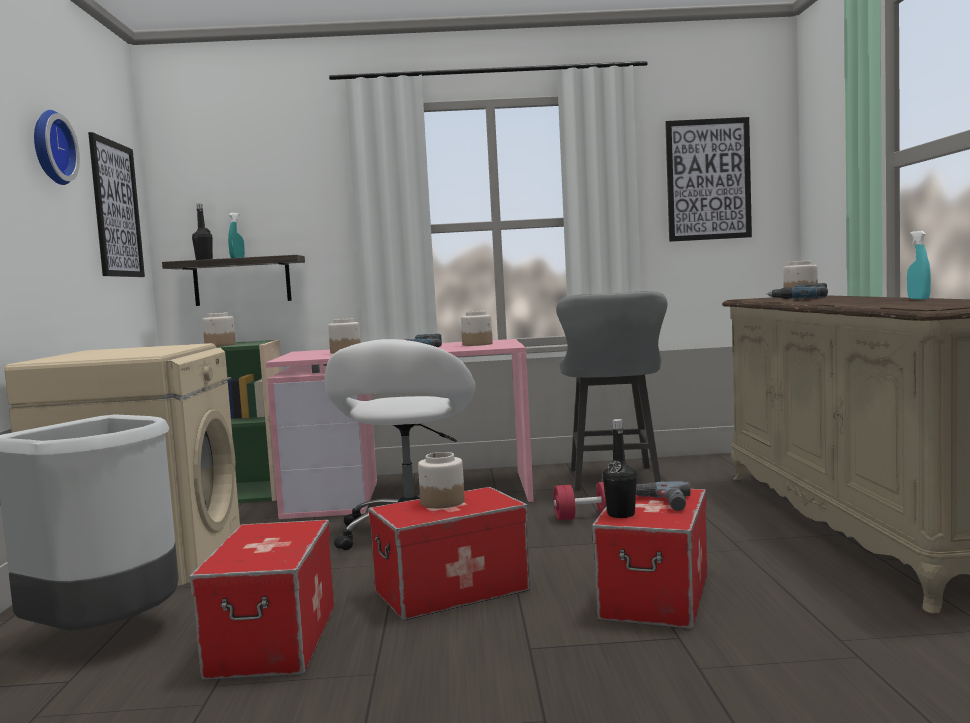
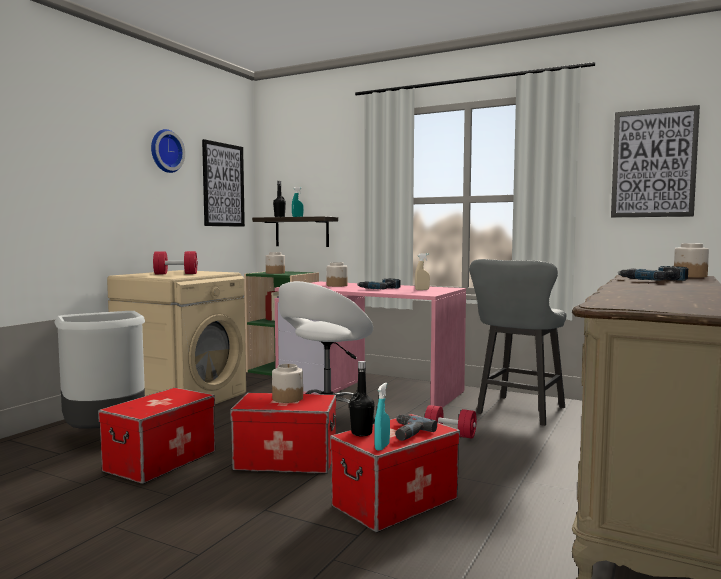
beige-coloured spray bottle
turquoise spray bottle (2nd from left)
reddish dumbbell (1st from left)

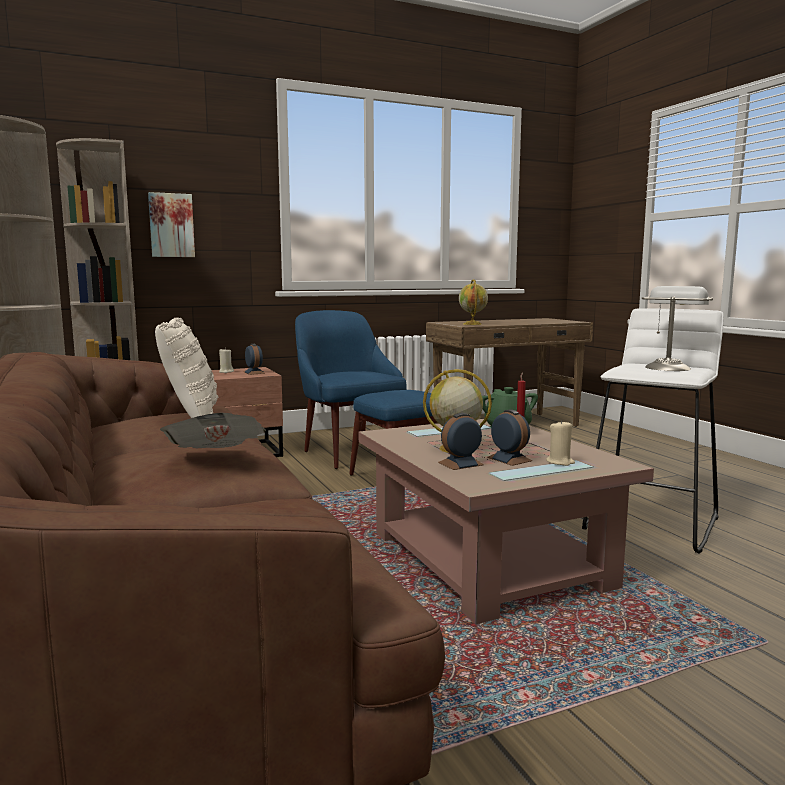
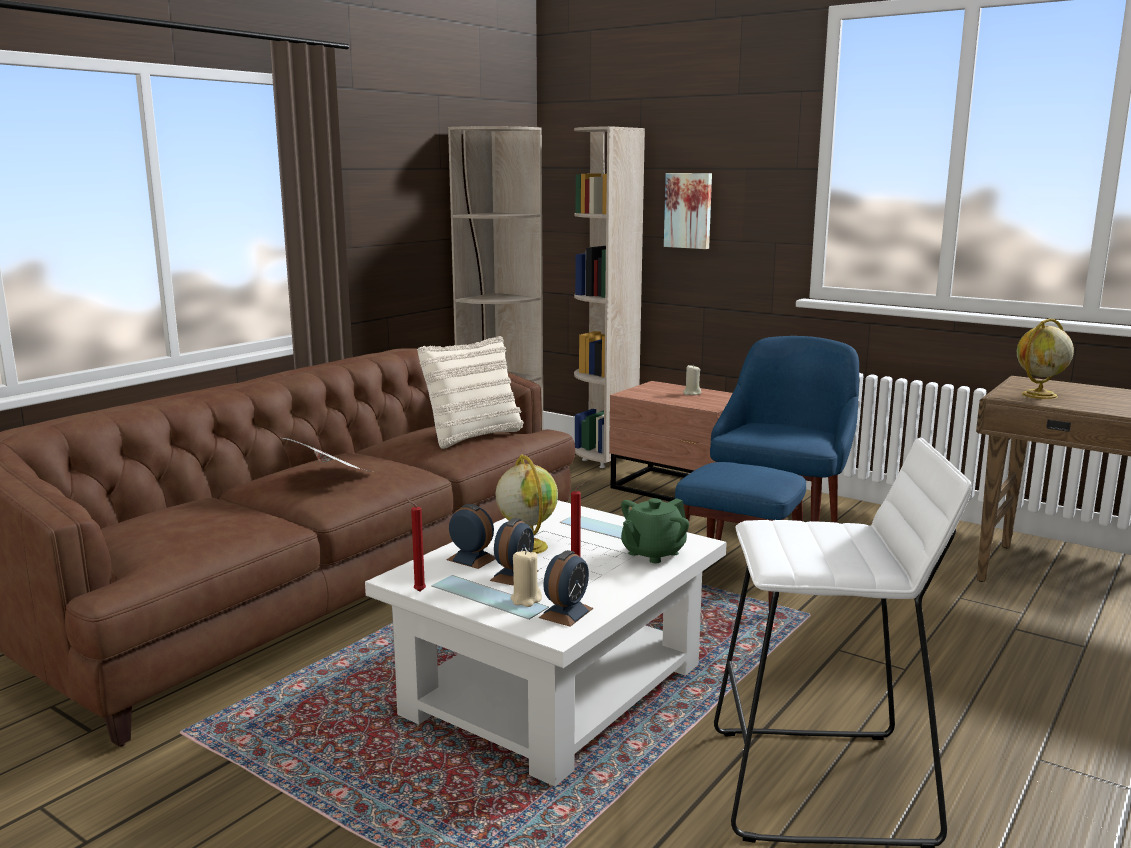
alarm clock (3rd from left)
white low table
white table lamp
reddish wax candle (1st from left)

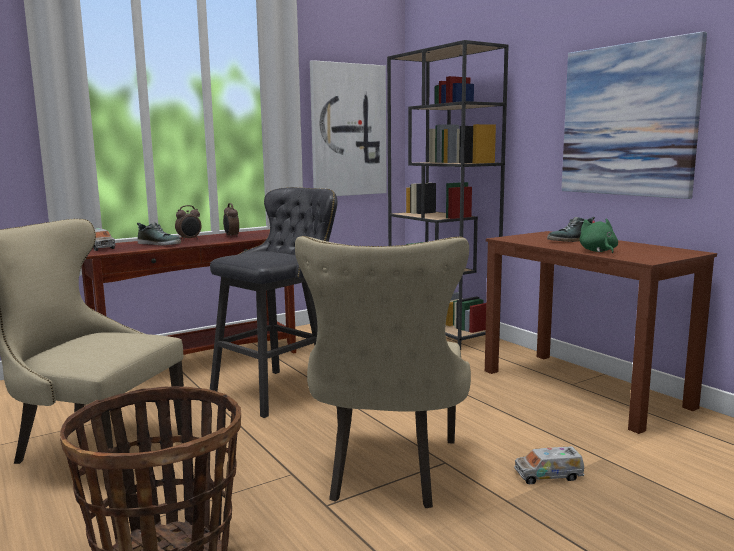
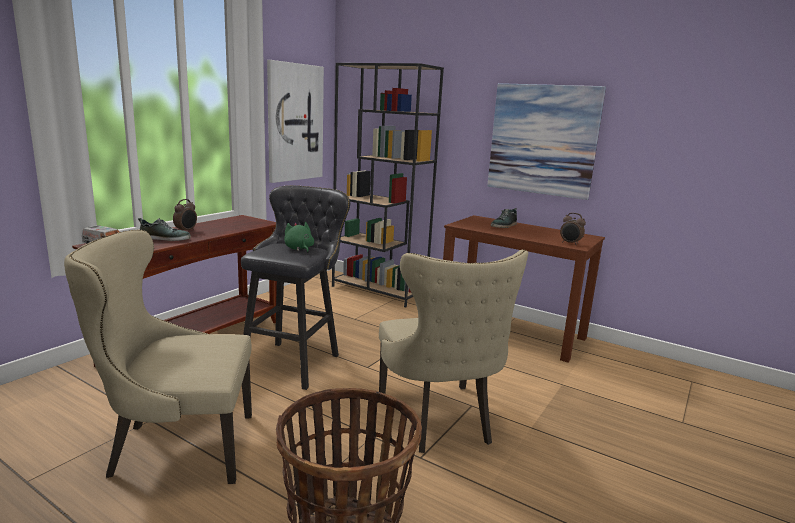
alarm clock (2nd from left)
toy truck (2nd from left in the first image)
greenish plush toy

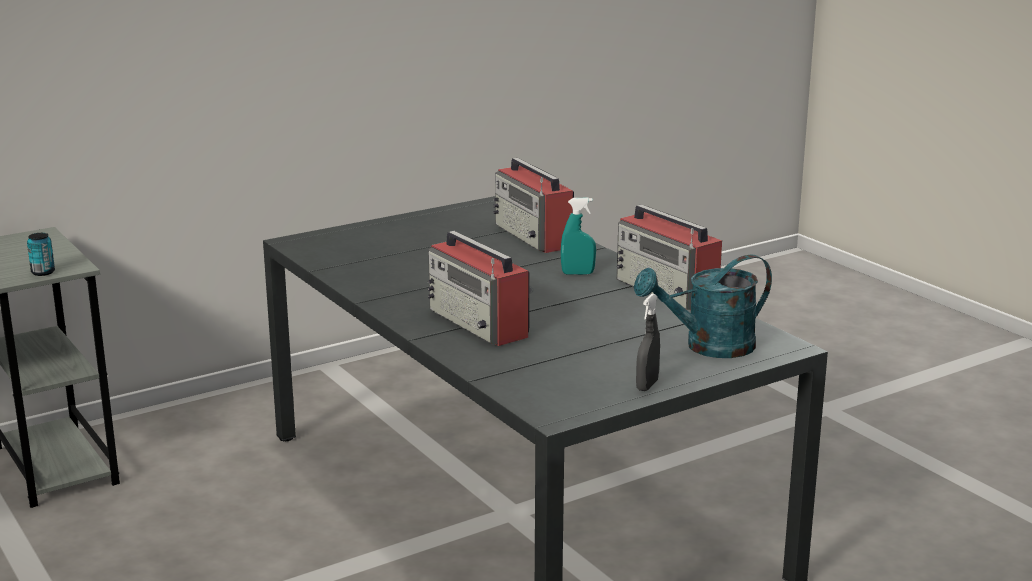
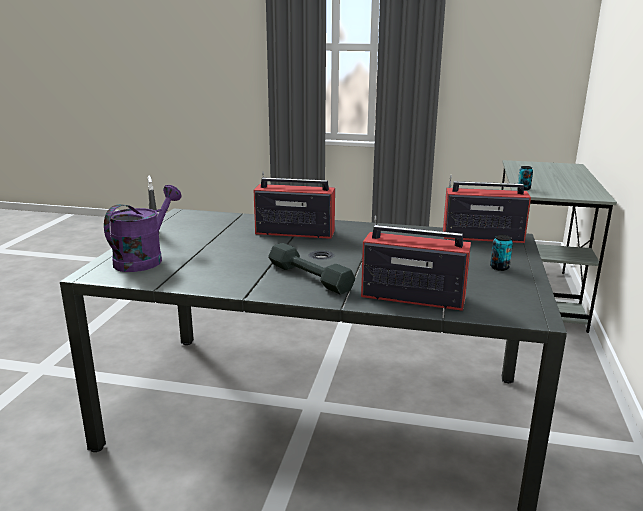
greyish dumbbell
radio (3rd from left)
purple-coloured sprinkling can
metal can (1st from left)

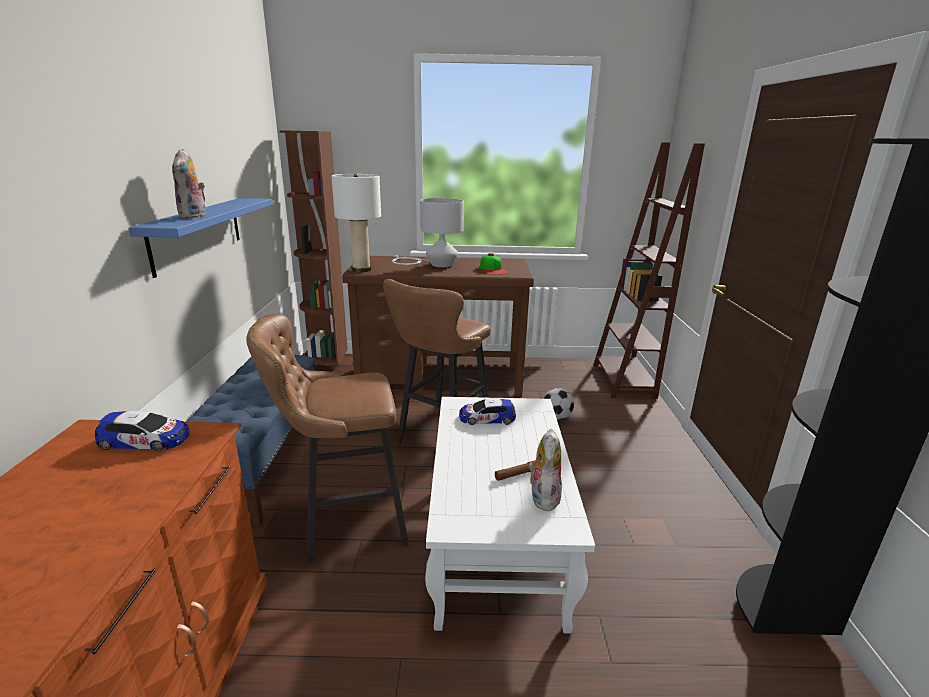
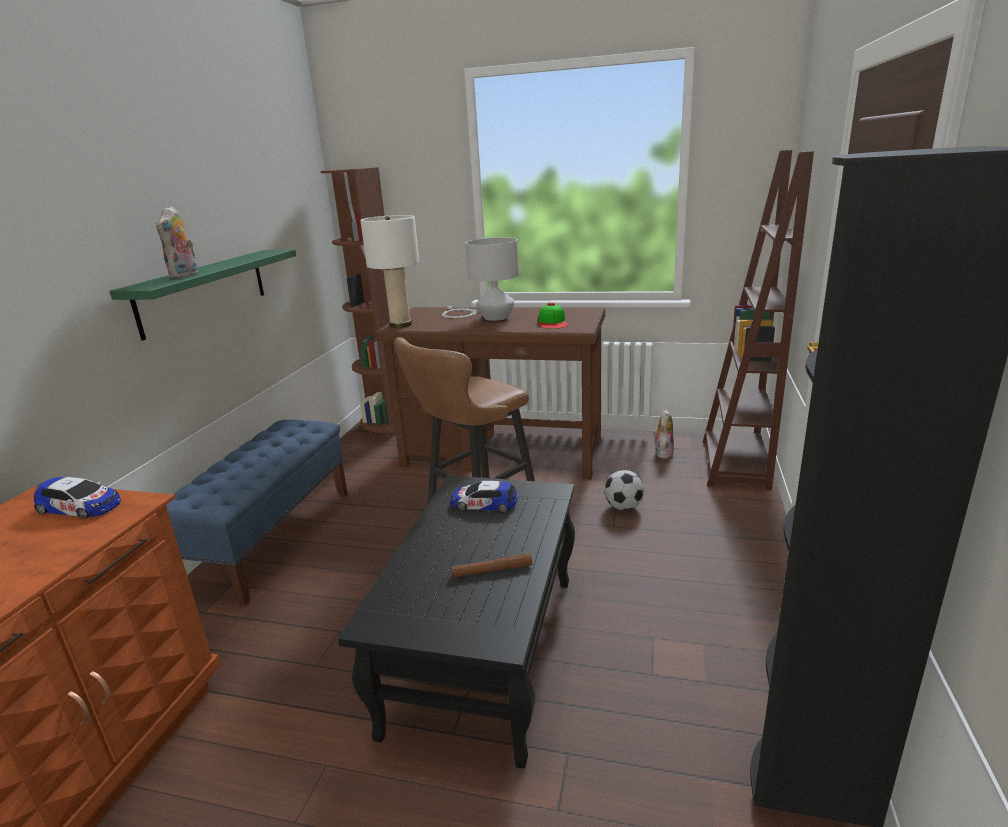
greenish shelf
brown-coloured sitting stool (1st from left in the first image)
black-coloured low table
plush toy (2nd from left)

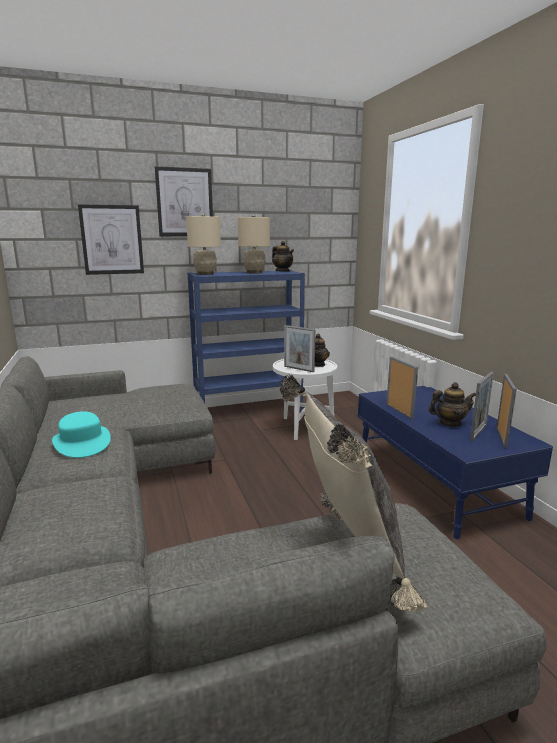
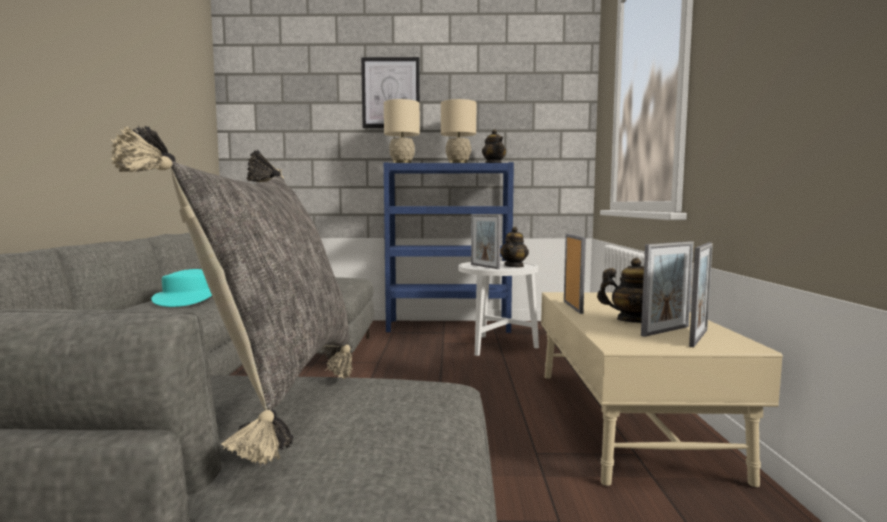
wall art (1st from left in the first image)
beige-coloured low table

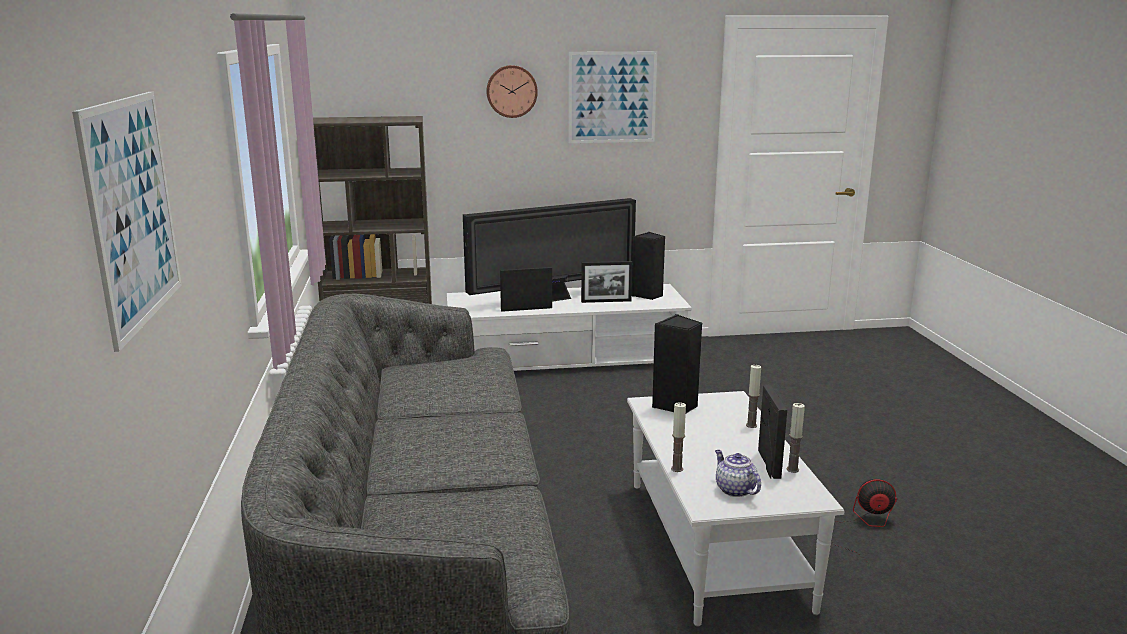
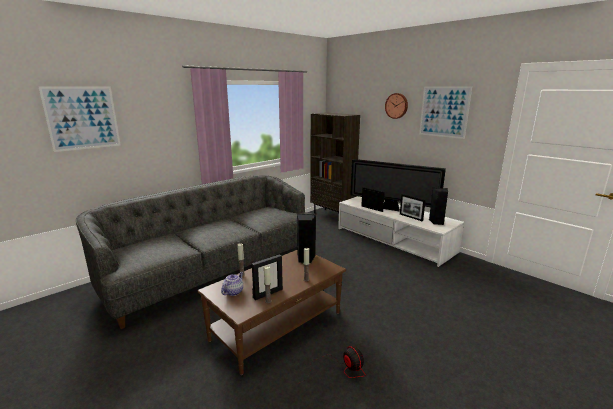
brown-coloured low table

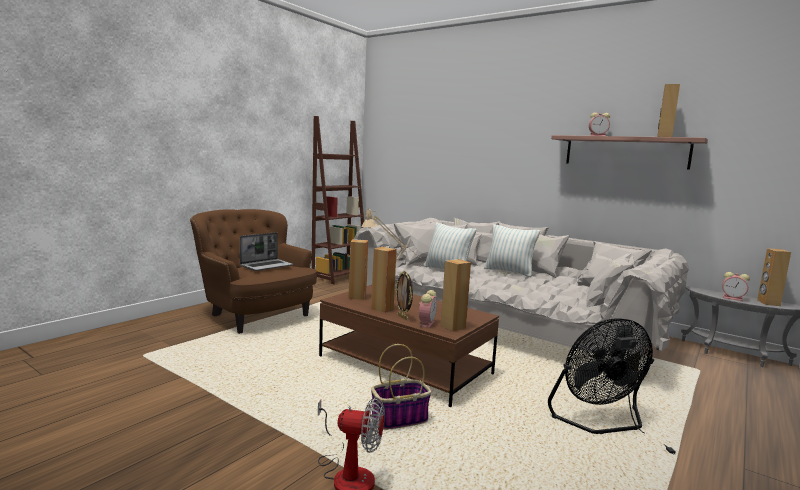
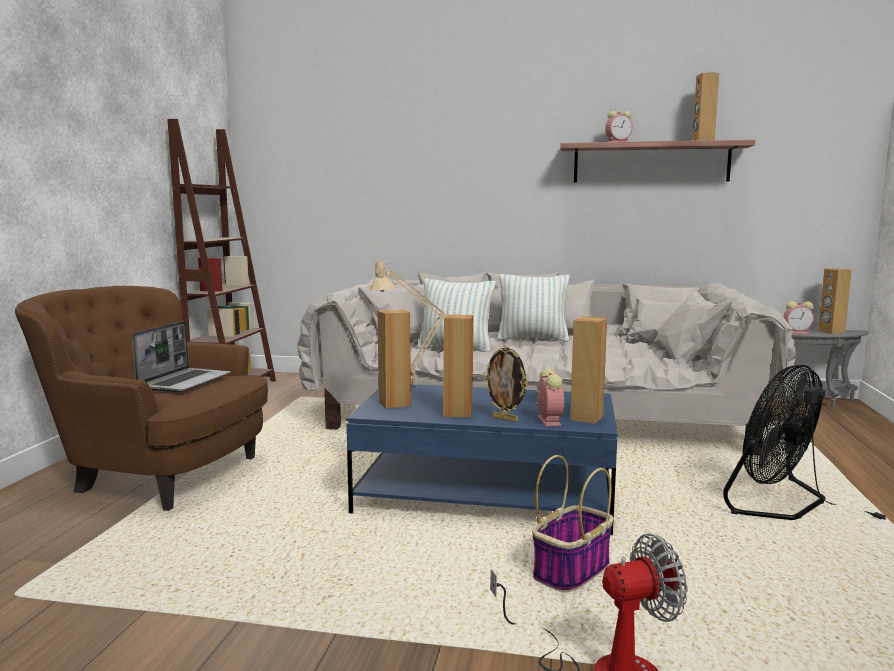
bluish low table

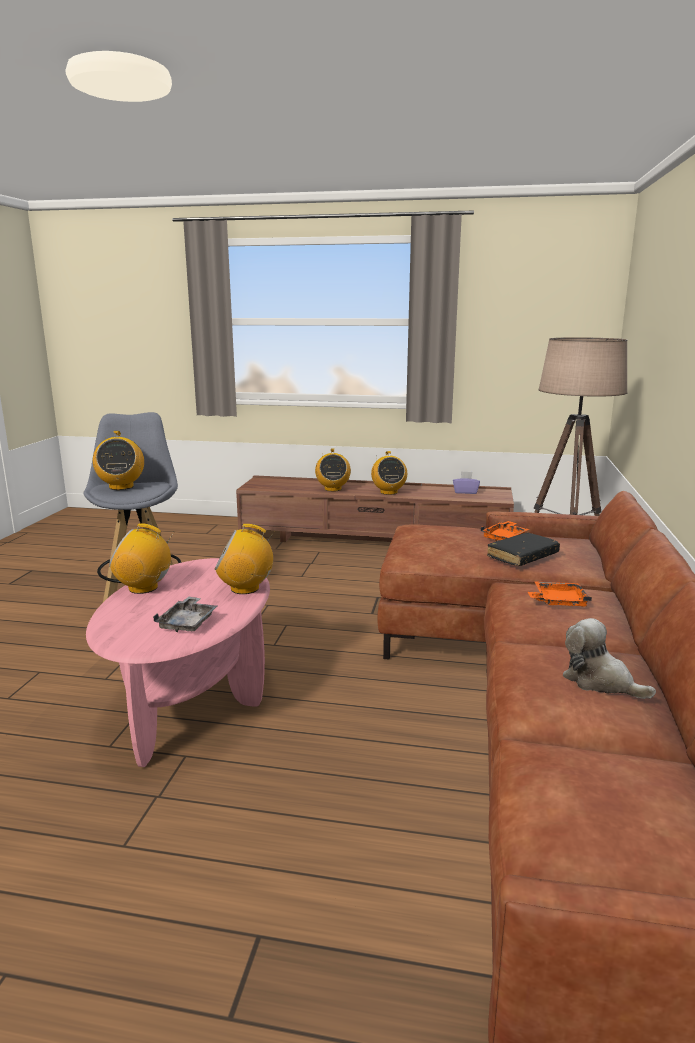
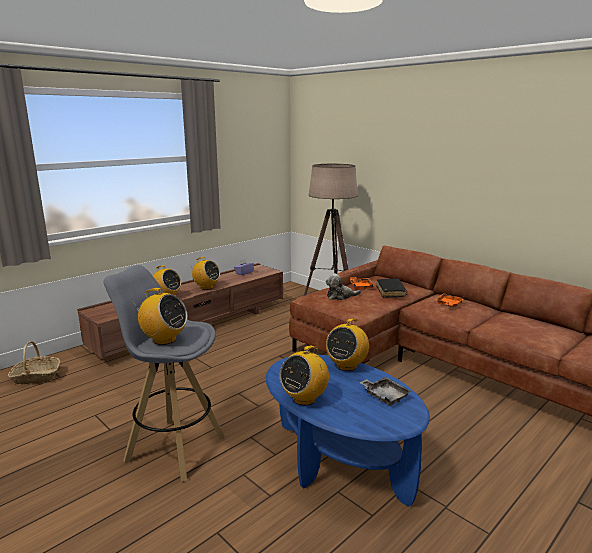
bluish low table
plush toy
storage basket

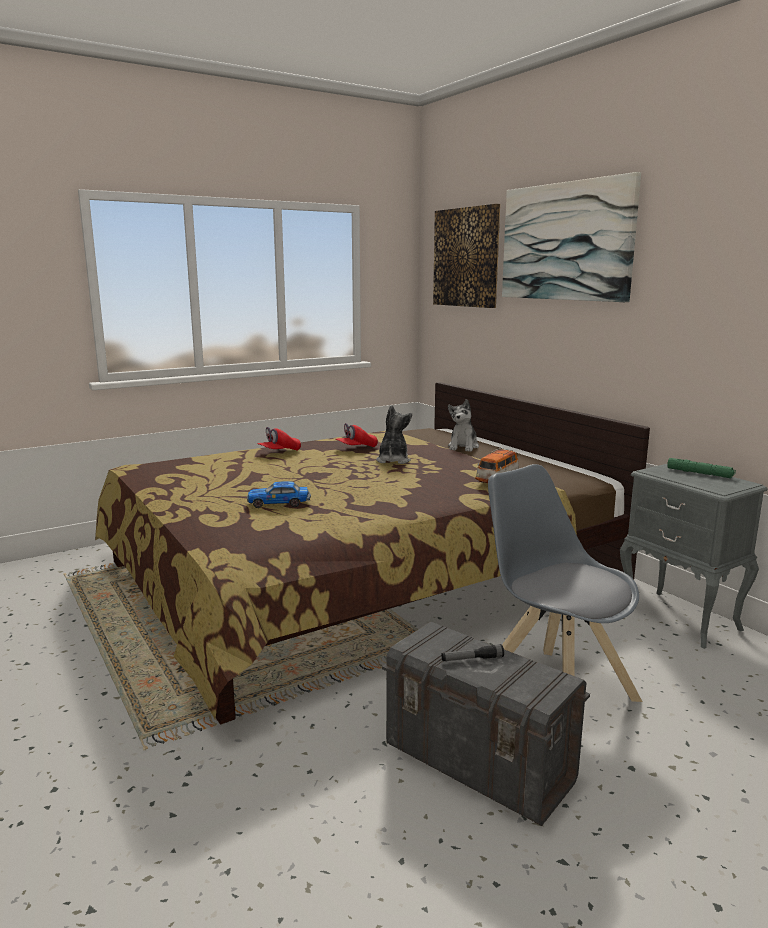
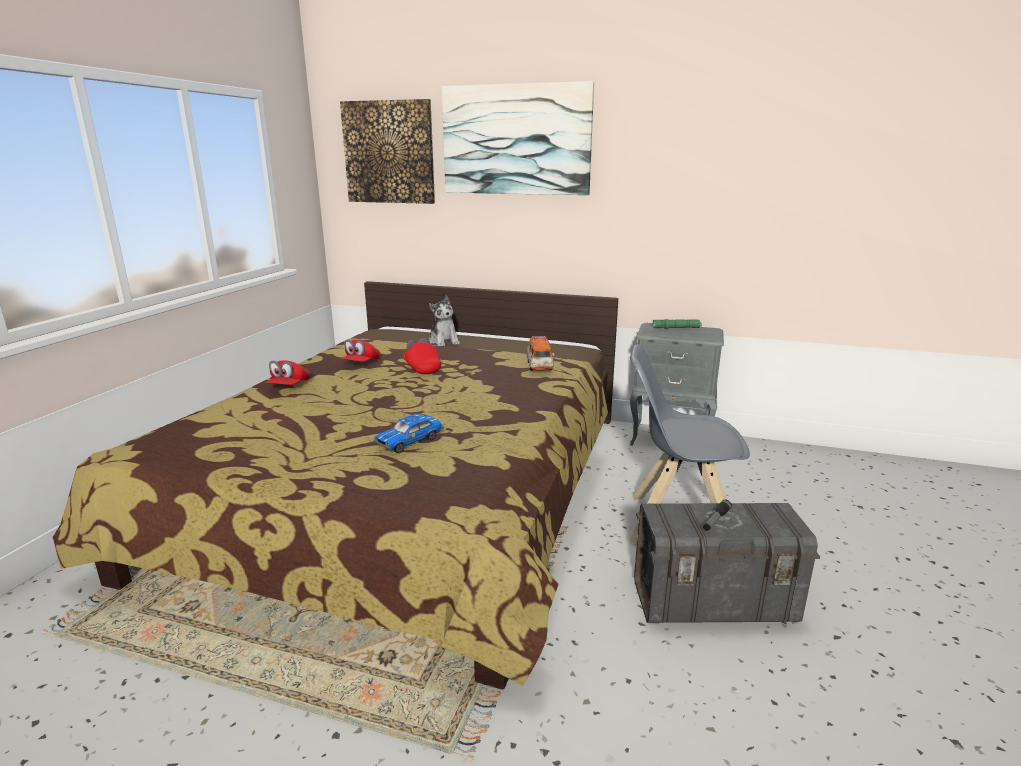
reddish peaked cap (3rd from left)

